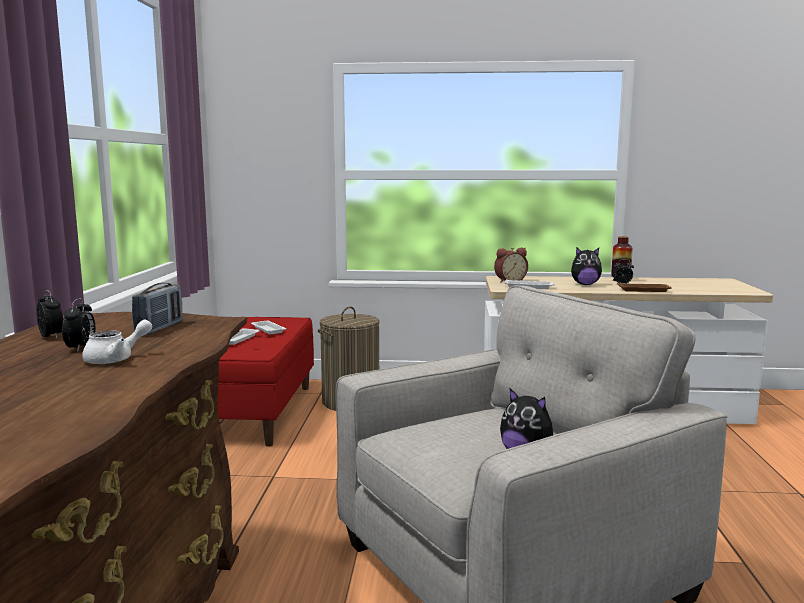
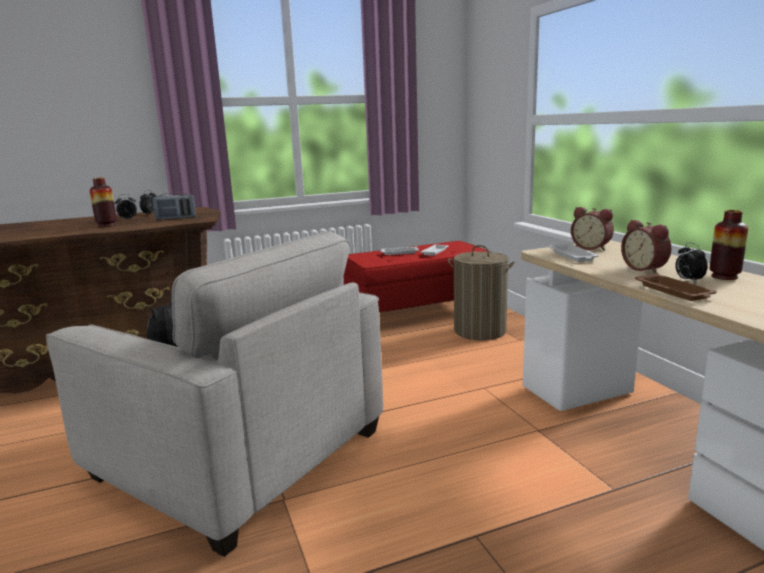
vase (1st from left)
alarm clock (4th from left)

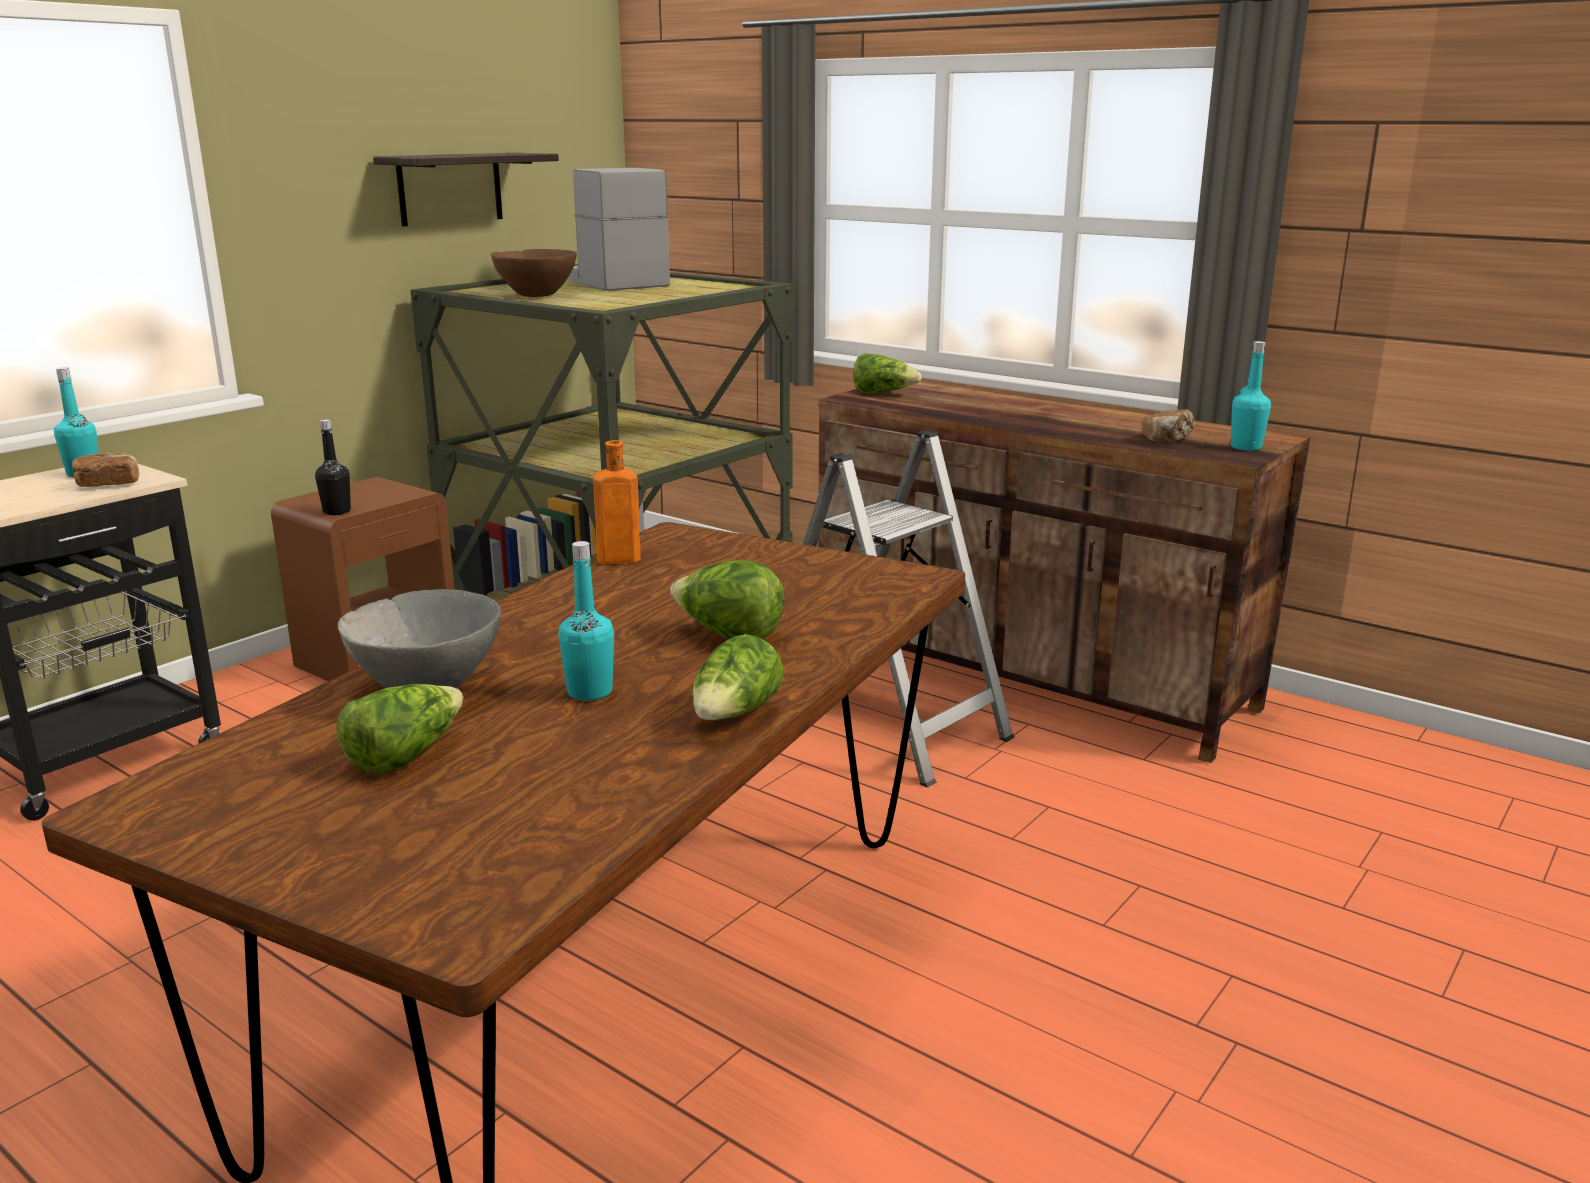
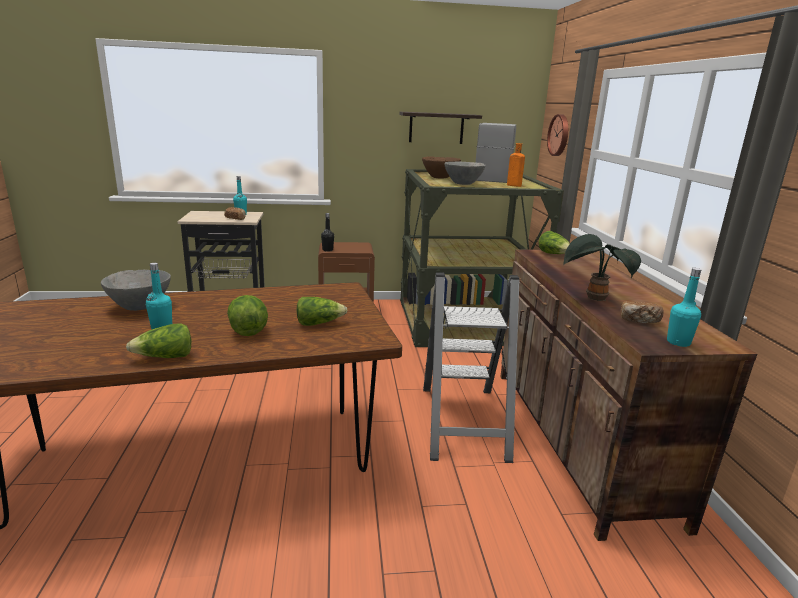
lettuce head (3rd from left)
orange bottle
greyish serving bowl (2nd from left)
wall clock
houseplant

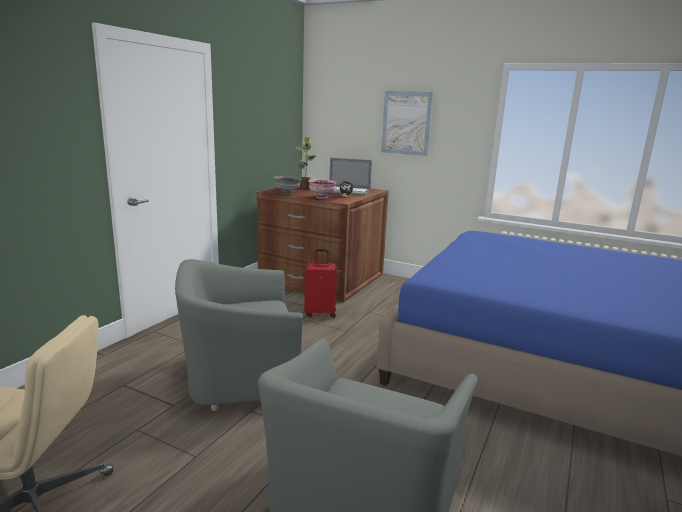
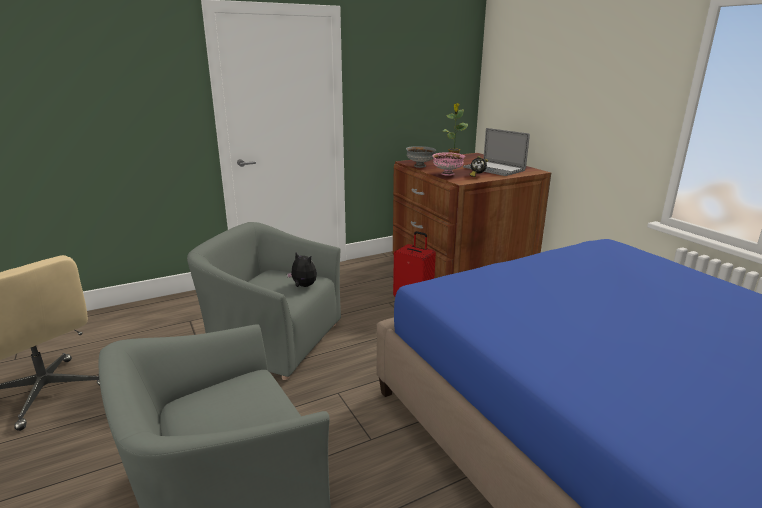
wall art
plush toy

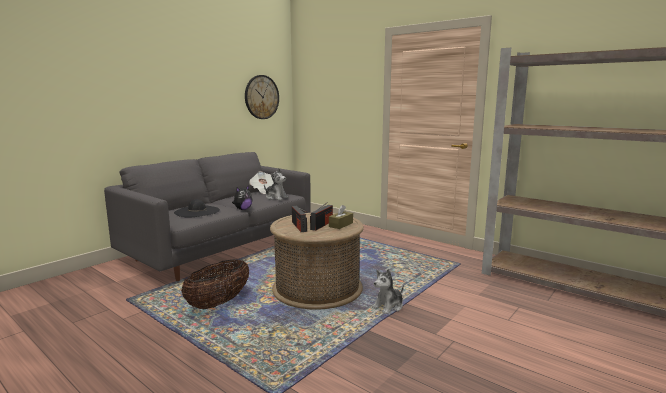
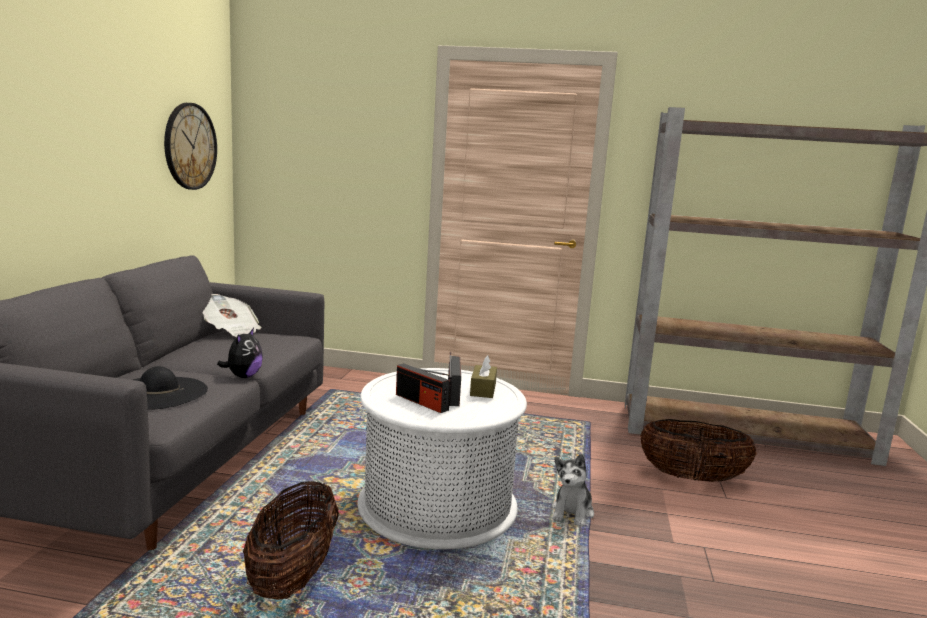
plush toy (2nd from left in the first image)
white low table
storage basket (2nd from left)

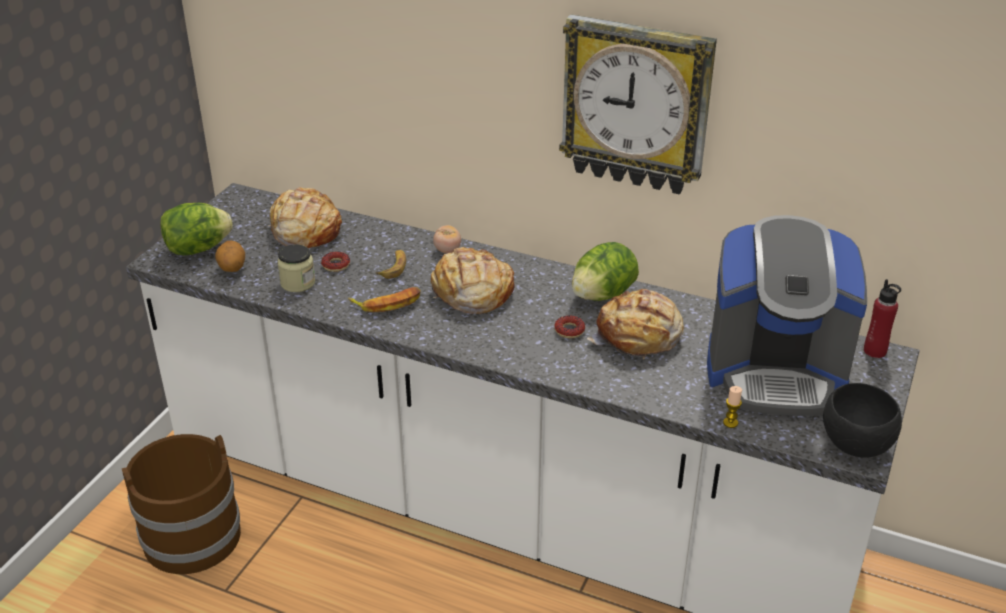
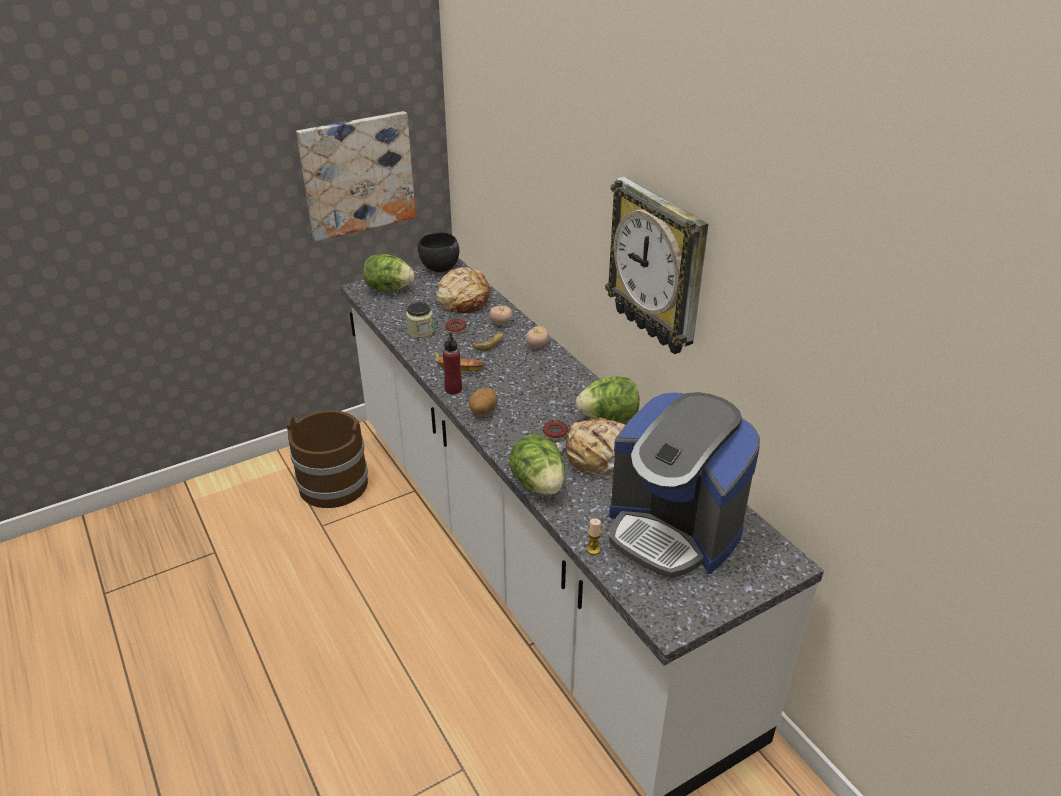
whole potato
bread (2nd from left in the first image)
black-coloured serving bowl
reddish bottle
wall art
tomato (1st from left)
lettuce head (2nd from left)

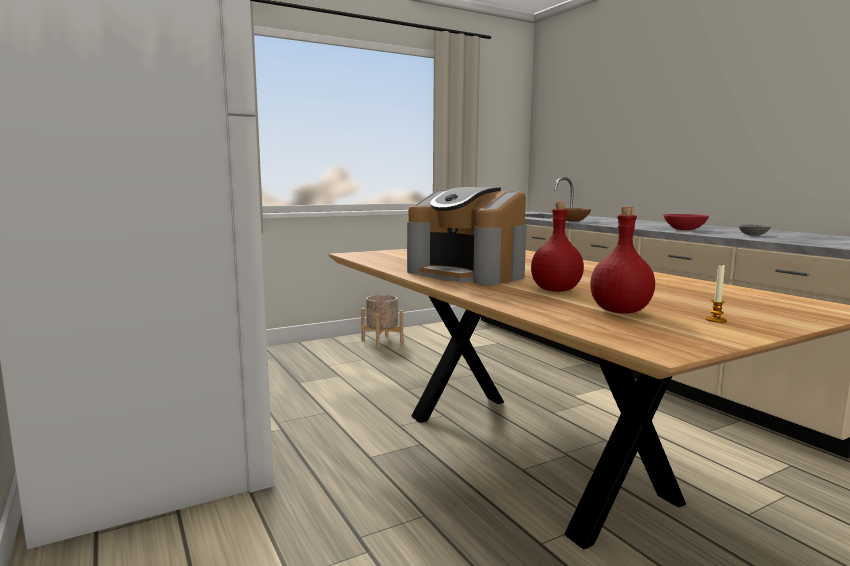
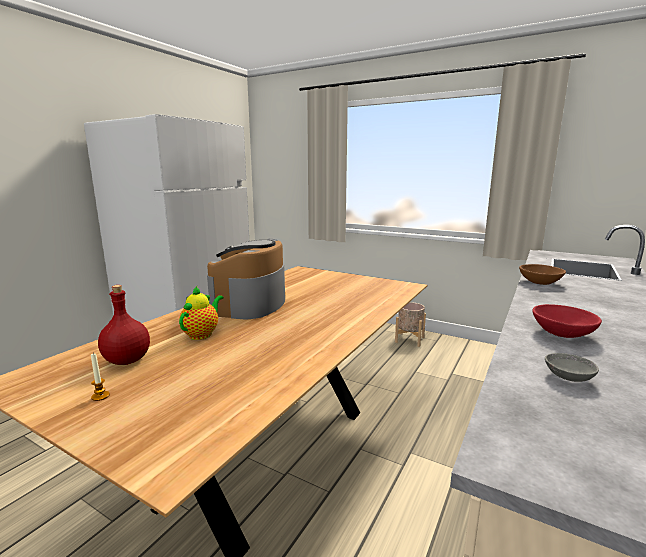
tea pot

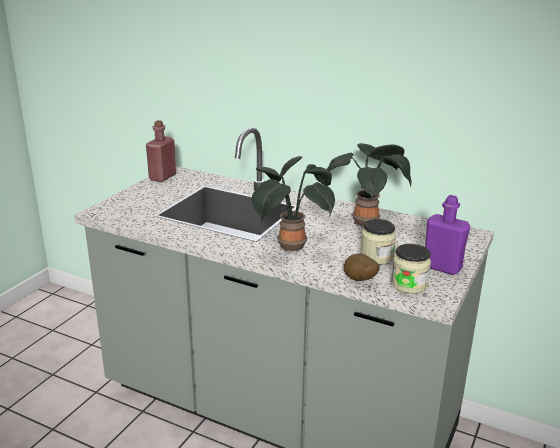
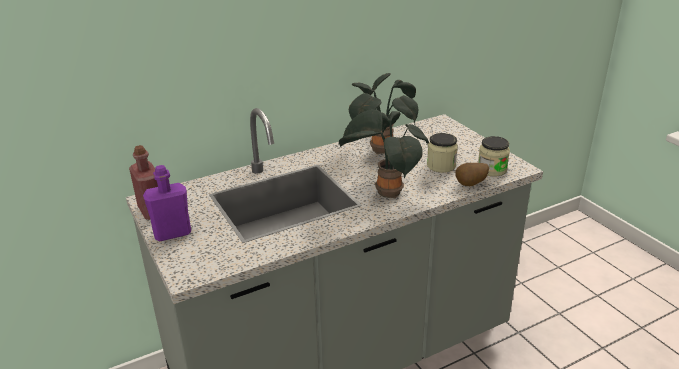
purple-coloured bottle

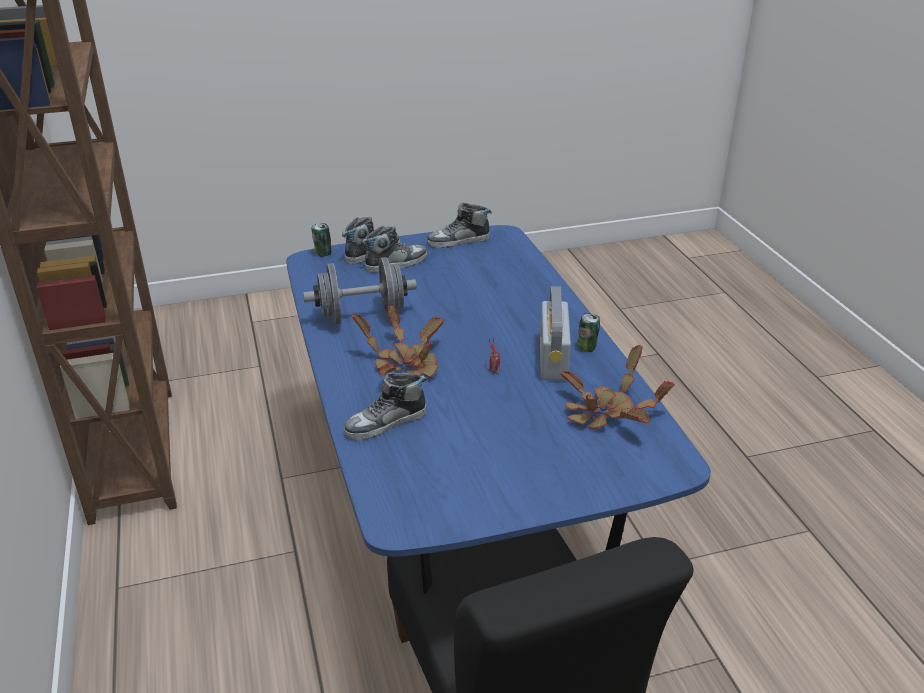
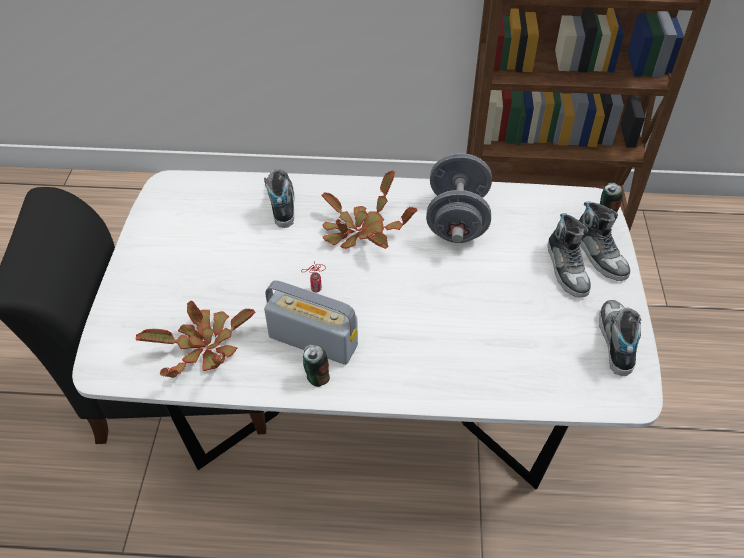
white dinner table

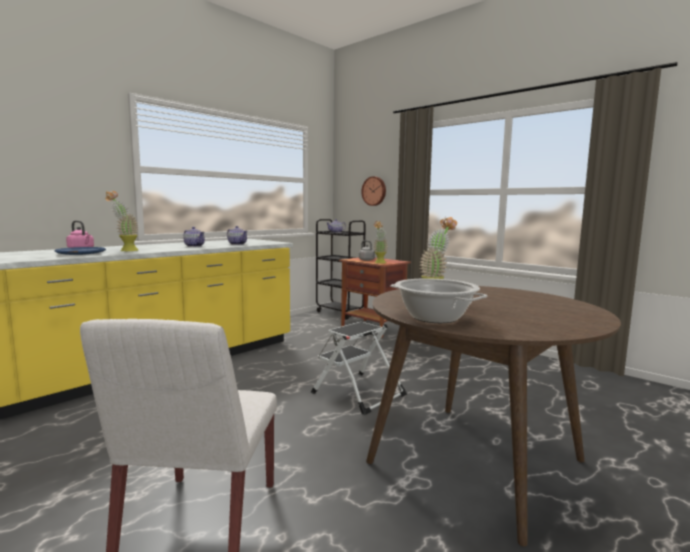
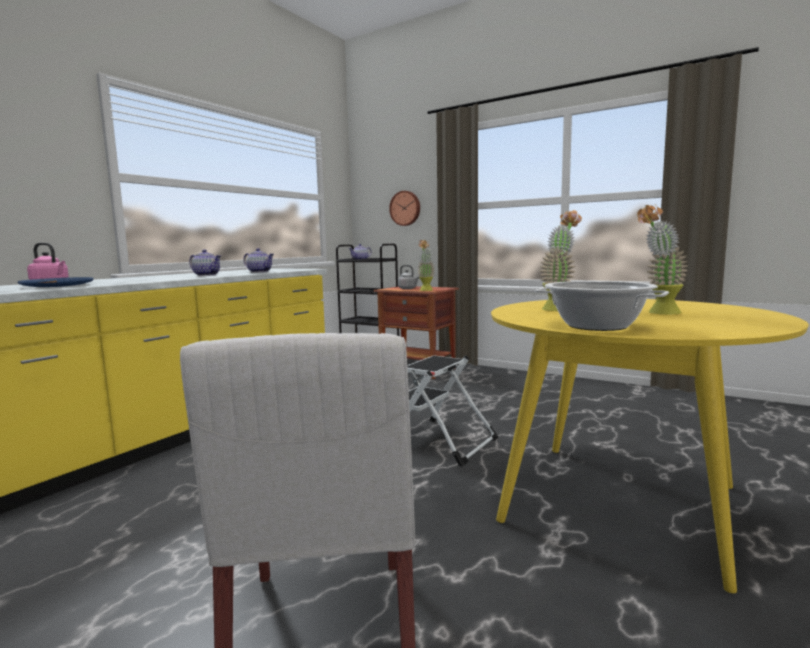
houseplant (3rd from left)
yellowish dinner table

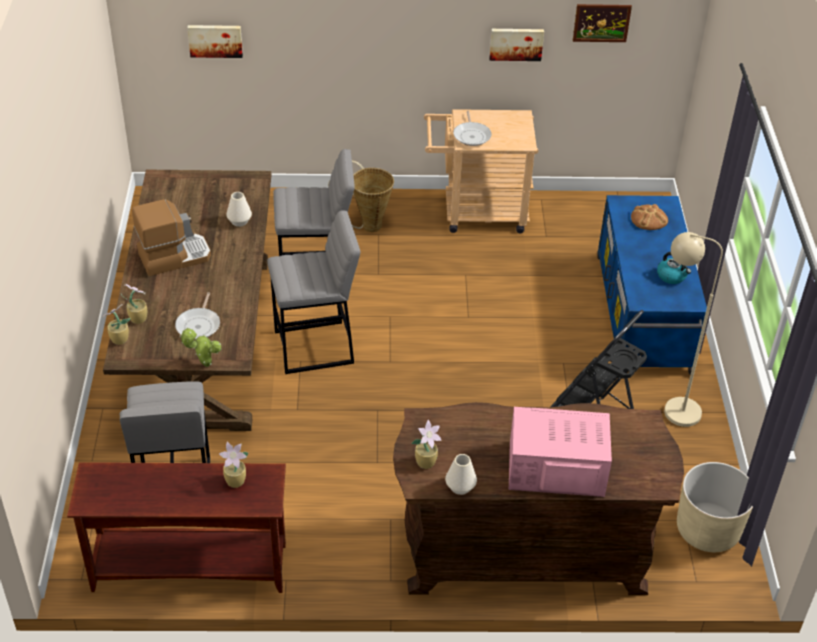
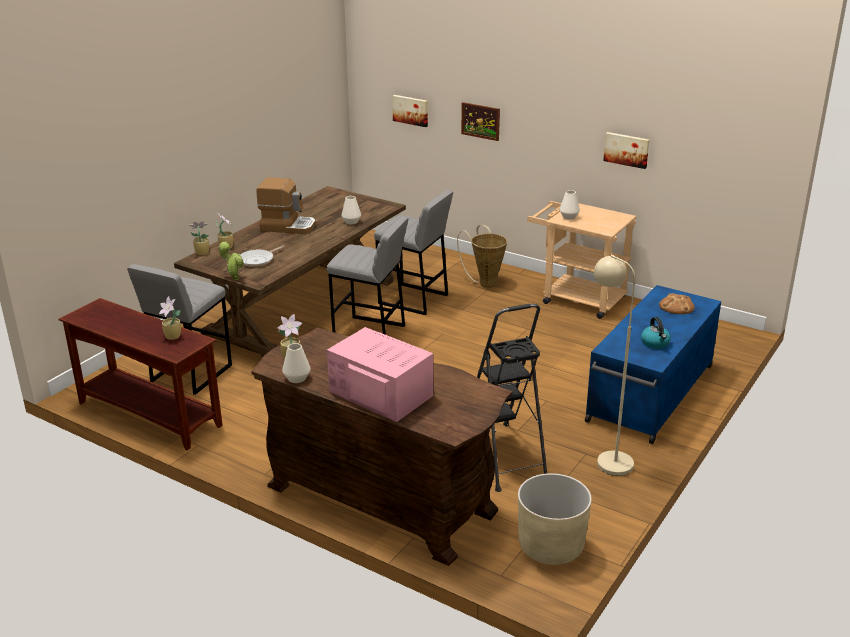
white vase (3rd from left)
wall art (2nd from left)

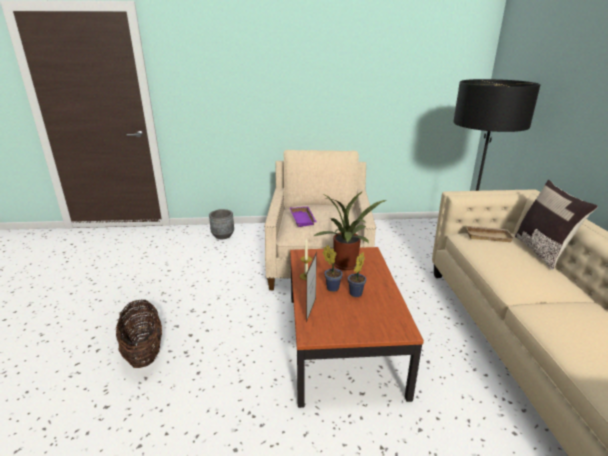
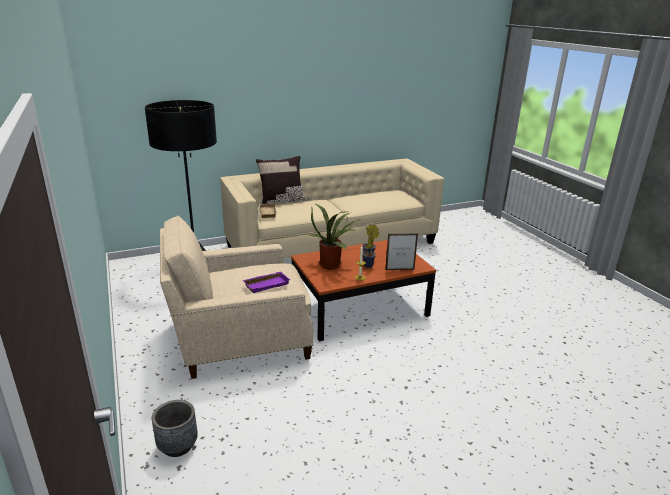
storage basket

